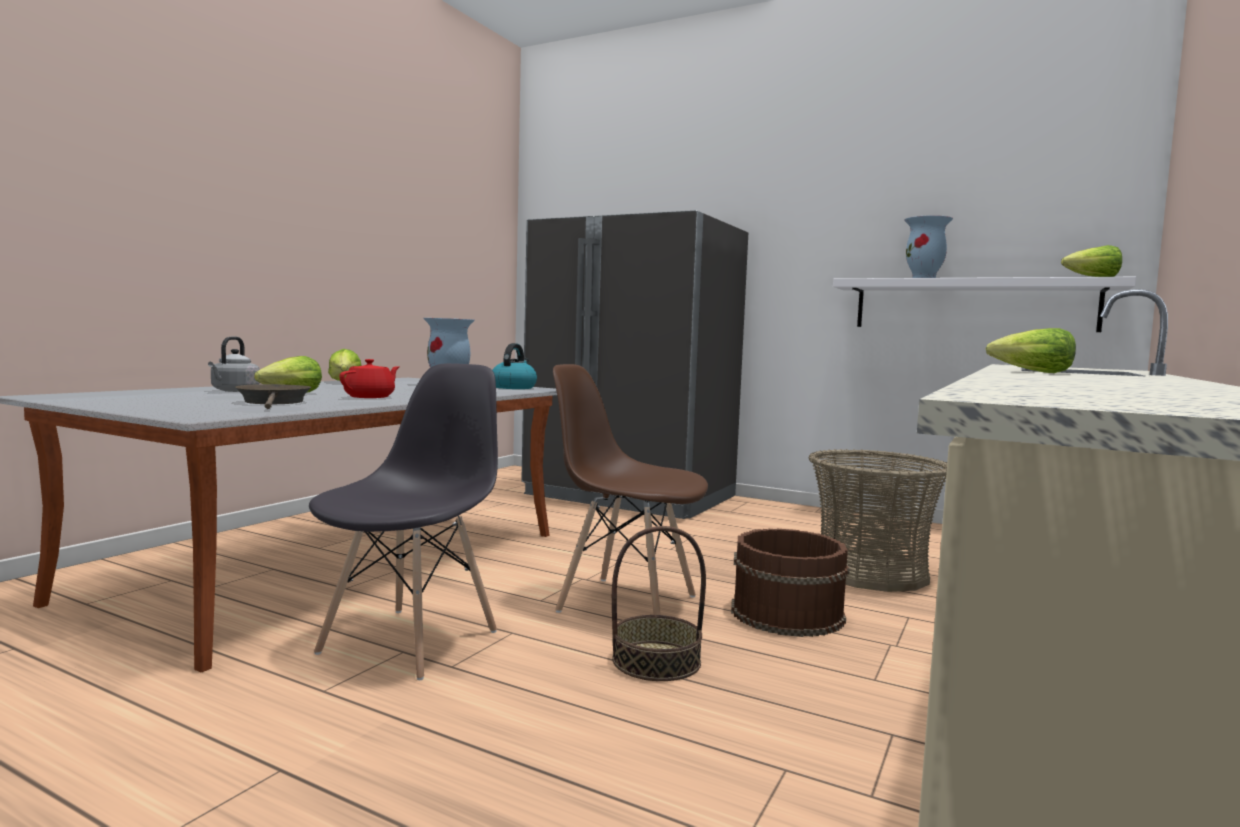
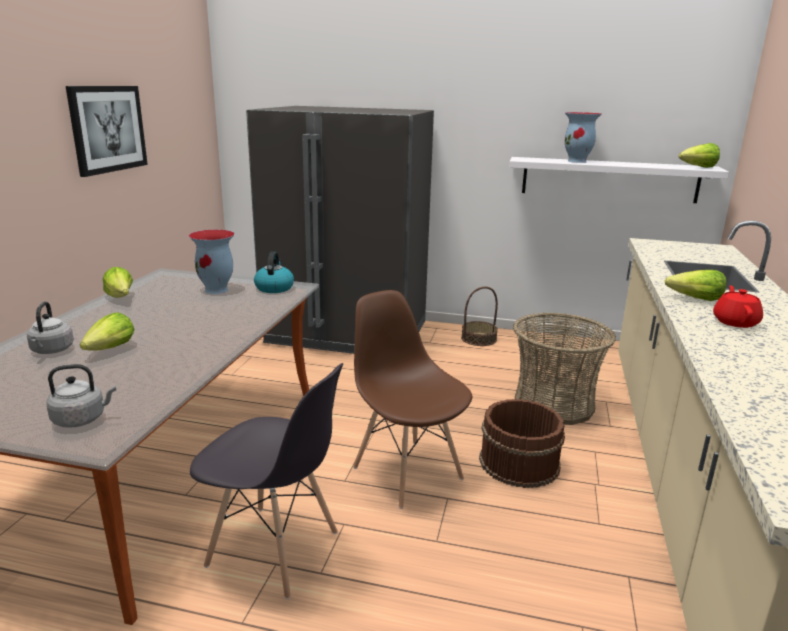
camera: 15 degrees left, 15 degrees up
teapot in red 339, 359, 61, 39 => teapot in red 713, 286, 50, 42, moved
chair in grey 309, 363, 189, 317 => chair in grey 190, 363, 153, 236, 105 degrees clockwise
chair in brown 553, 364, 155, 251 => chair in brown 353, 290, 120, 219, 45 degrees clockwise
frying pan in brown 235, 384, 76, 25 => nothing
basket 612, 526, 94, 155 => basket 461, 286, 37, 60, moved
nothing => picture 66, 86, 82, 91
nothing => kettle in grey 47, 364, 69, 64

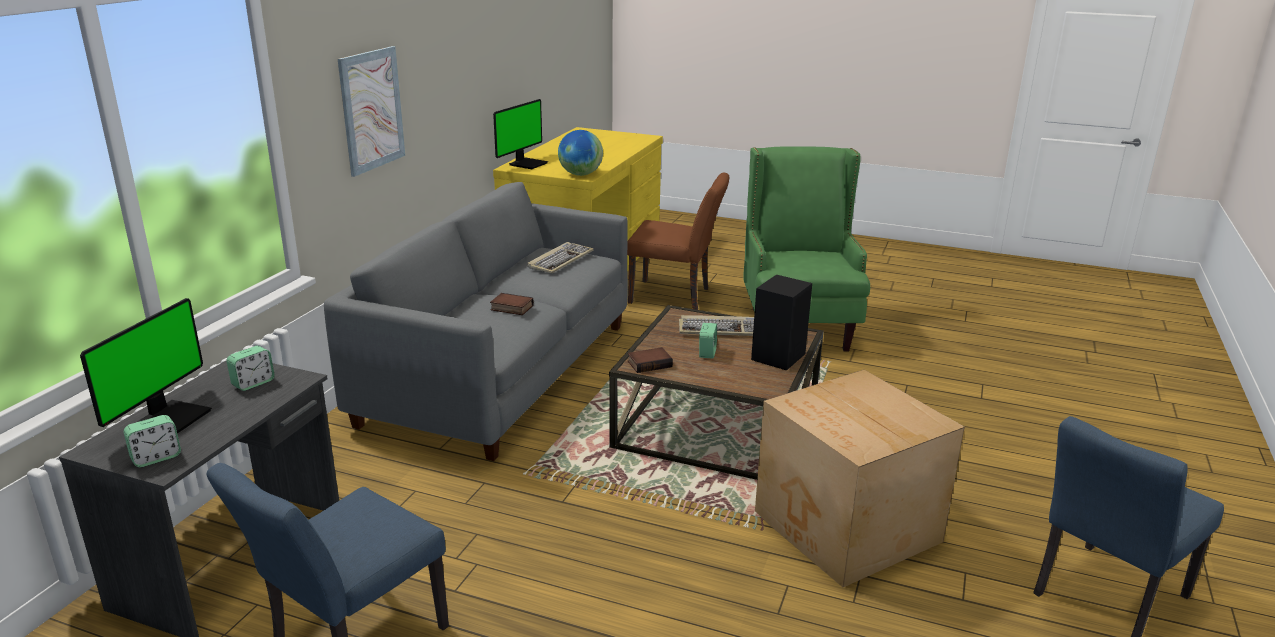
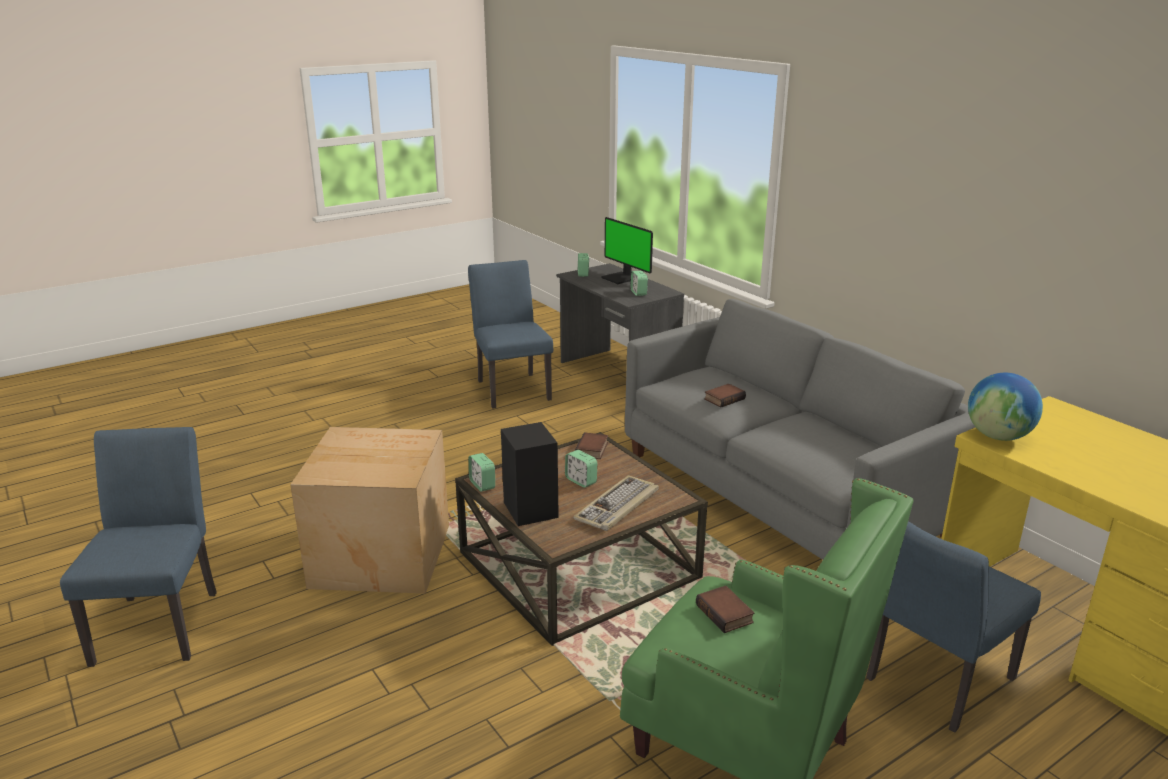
camera: 125 degrees right, 0 degrees up
picture 338, 46, 67, 131 => nothing
monitor 493, 99, 55, 70 => nothing
chair in brown 627, 172, 102, 138 => chair in blue 866, 521, 175, 211
keyboard 527, 242, 67, 32 => nothing
nothing => alarm clock 469, 453, 26, 39
nothing => book 696, 586, 59, 47

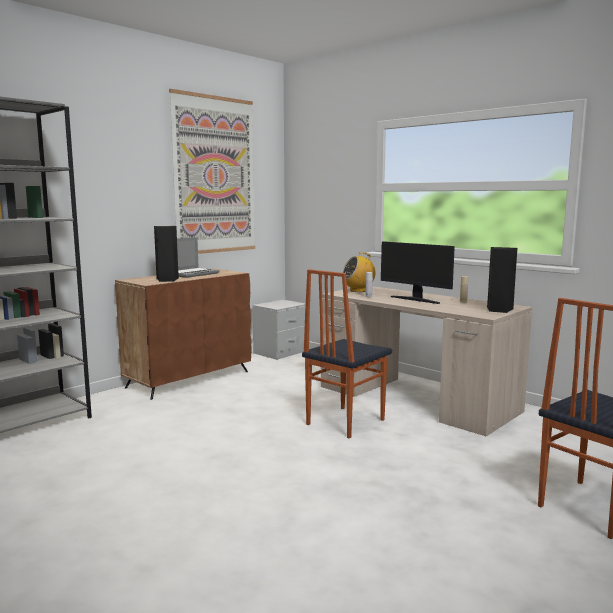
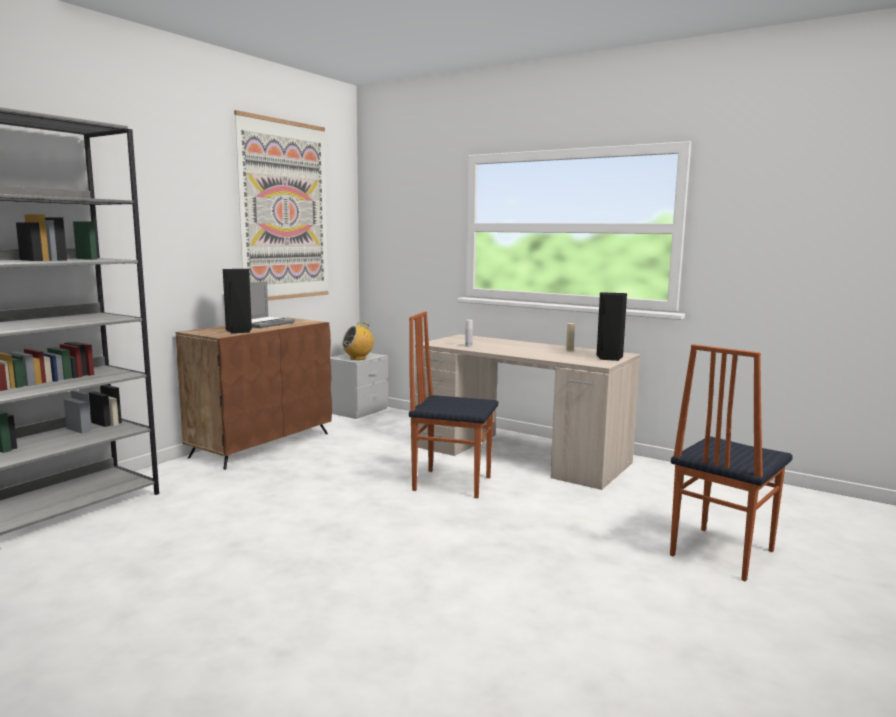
camera: 10 degrees left, 0 degrees up
monitor 381, 241, 74, 63 => nothing
radio 342, 252, 33, 40 => radio 342, 322, 32, 38, moved
chair 302, 269, 90, 170 => chair 409, 312, 89, 186, 75 degrees clockwise

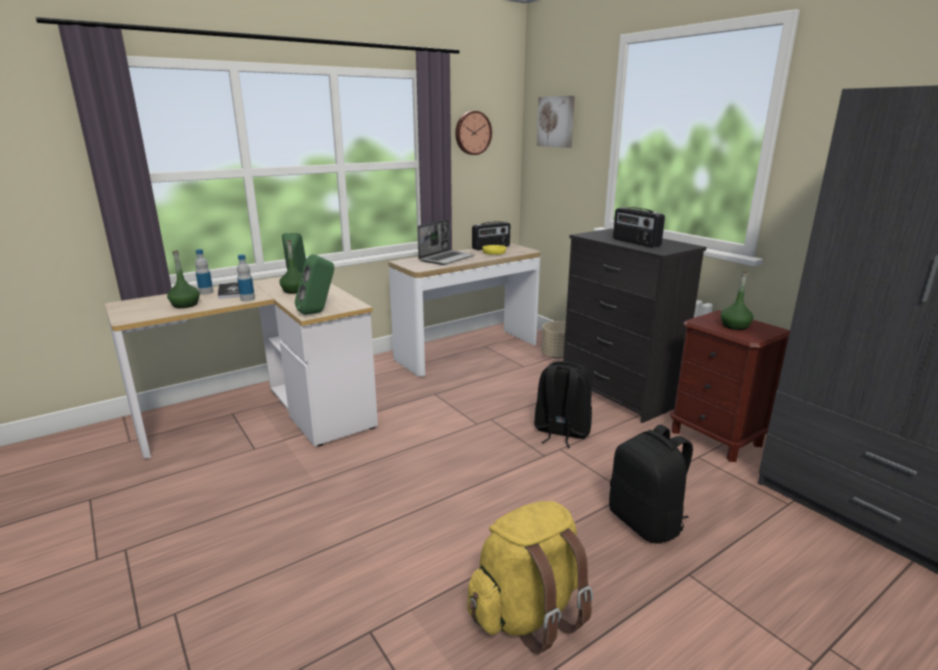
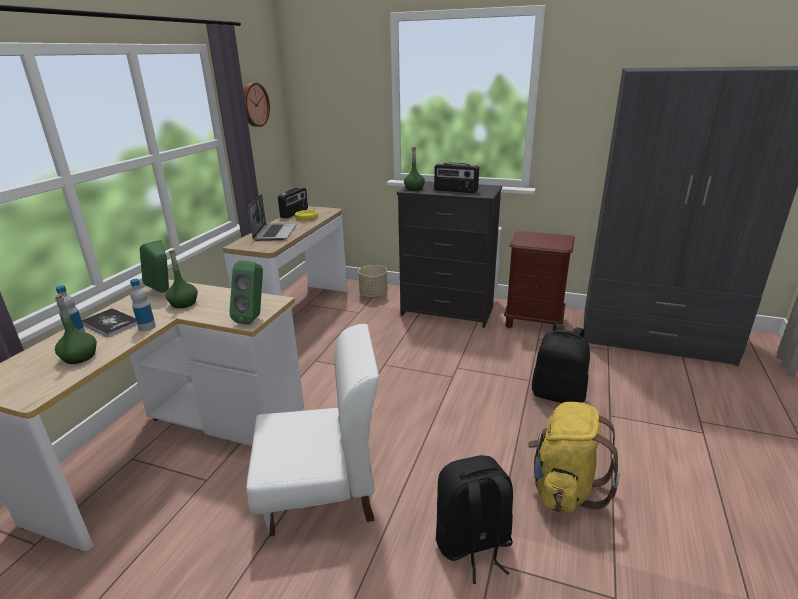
camera: 35 degrees left, 5 degrees up
picture 537, 96, 38, 52 => nothing
bottle in green 721, 271, 33, 59 => bottle in green 404, 147, 21, 44, moved
backpack in black 534, 361, 58, 87 => backpack in black 436, 455, 77, 129, moved
nothing => chair in white 246, 324, 133, 212

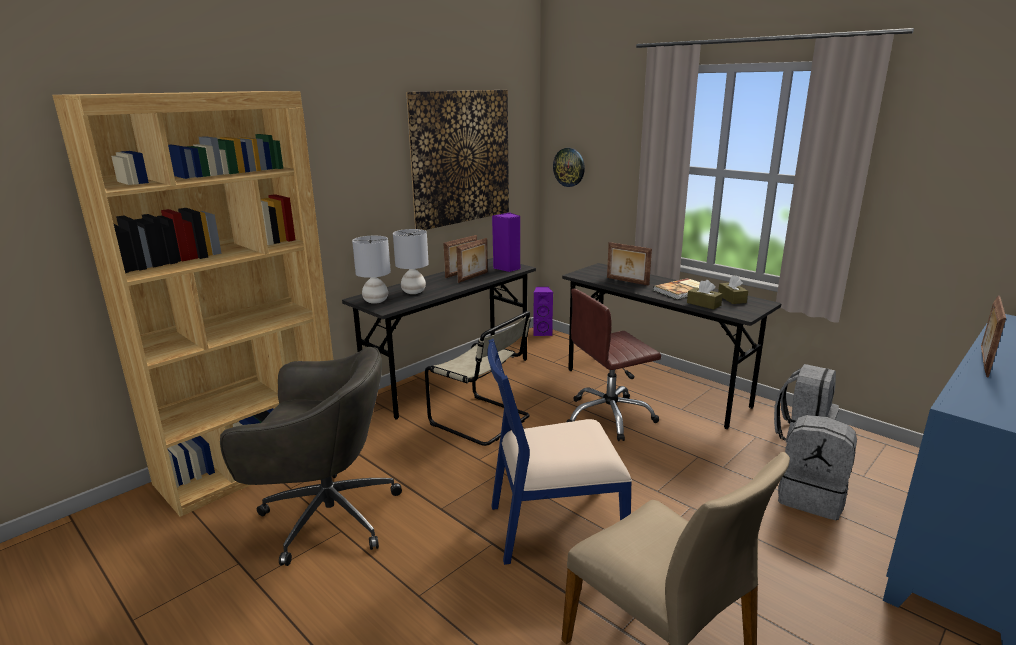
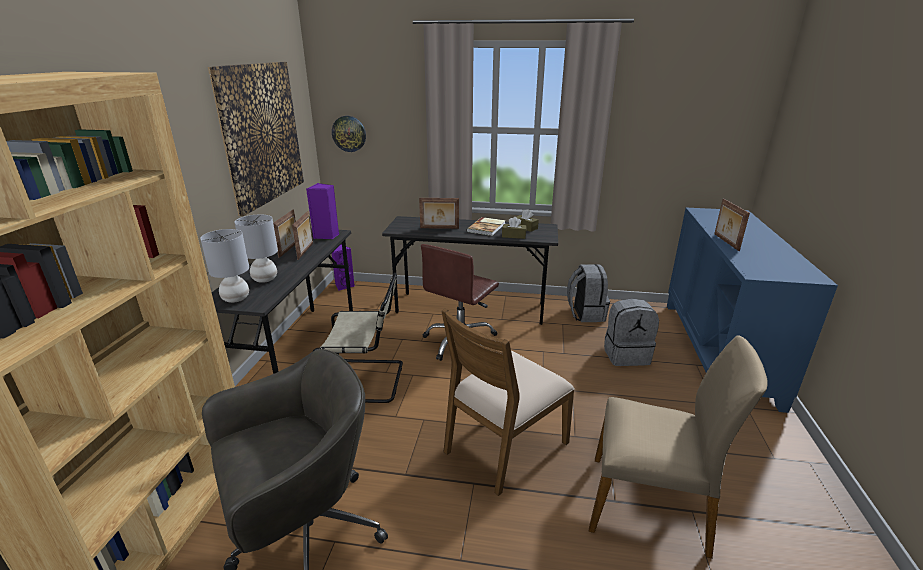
camera: 35 degrees left, 5 degrees up
chair in blue 487, 339, 145, 226 => chair in brown 441, 308, 134, 188

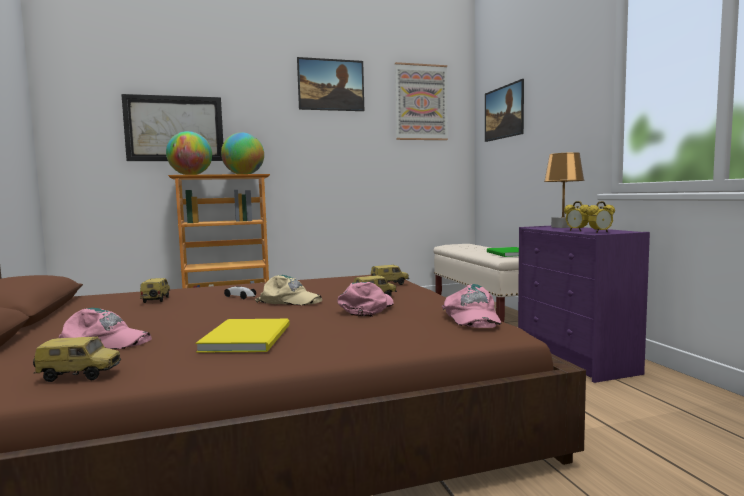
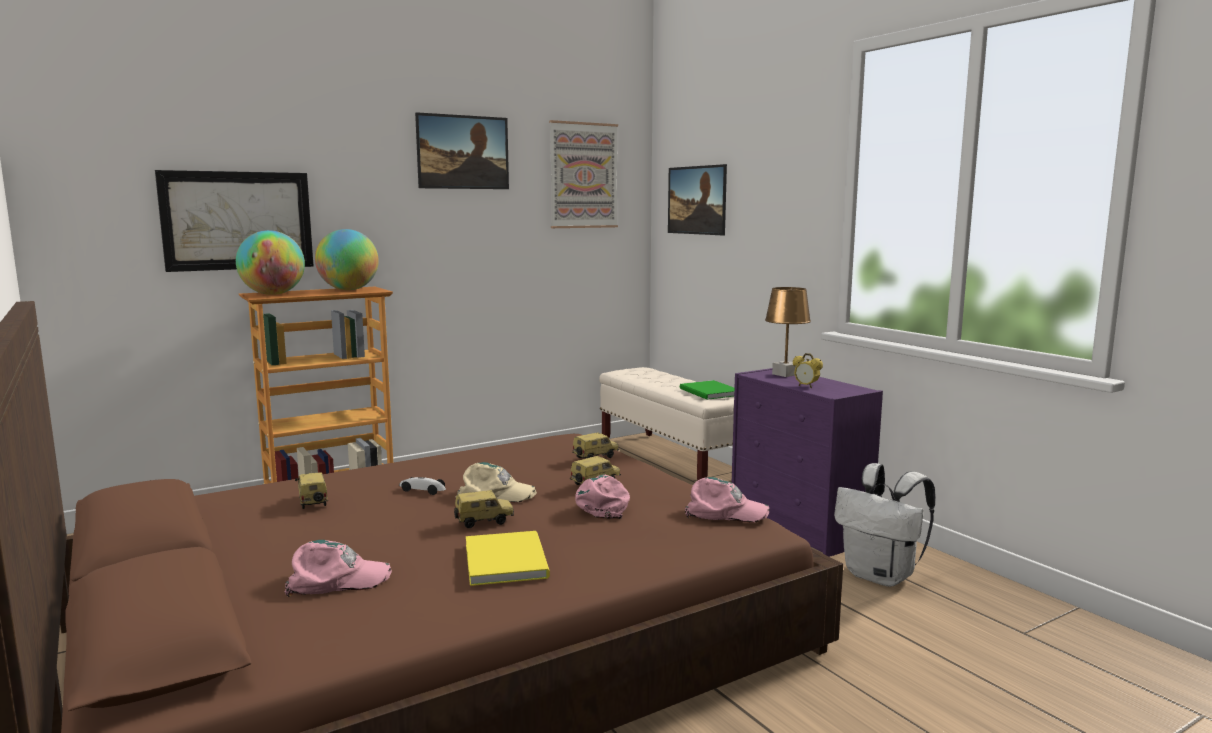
camera: 15 degrees left, 5 degrees up
alarm clock 587, 201, 28, 32 => nothing
cap in pink 442, 284, 59, 44 => cap in pink 685, 477, 85, 45, 60 degrees counterclockwise
toy car 33, 337, 88, 45 => toy car 454, 490, 60, 38, moved
nothing => backpack in white 834, 463, 101, 124

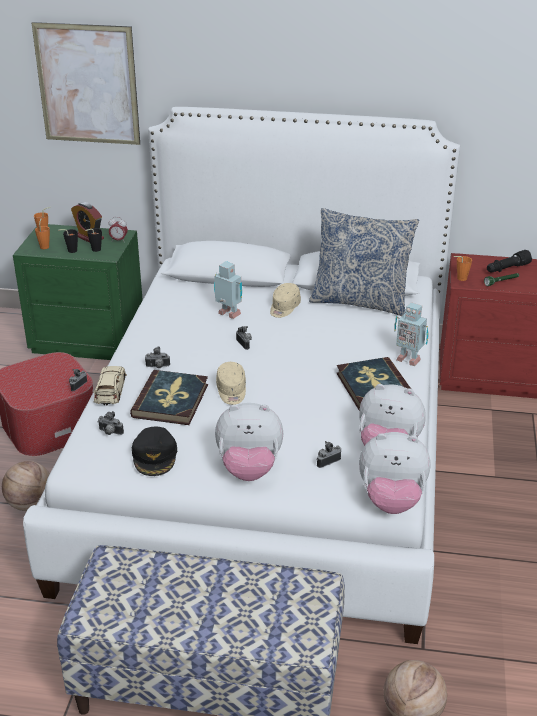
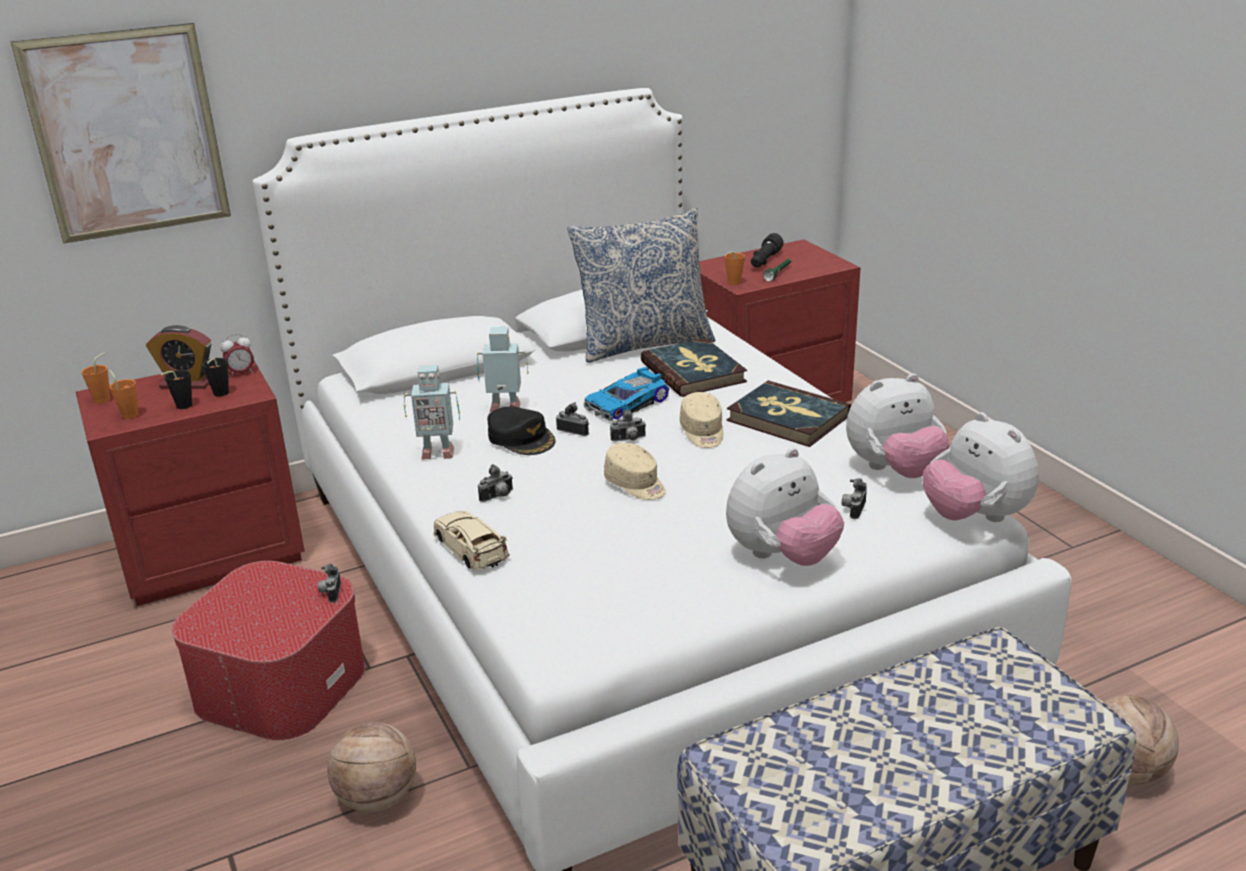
camera: 35 degrees left, 5 degrees down
nightstand in green 13, 224, 130, 136 => nightstand in red 75, 361, 230, 245
cap in beige 270, 283, 31, 35 => cap in beige 680, 392, 43, 56, moved
toy robot 394, 302, 35, 64 => toy robot 404, 365, 56, 94, moved
book 130, 370, 78, 55 => book 641, 338, 106, 59, moved
photo camera 98, 411, 26, 24 => photo camera 610, 409, 36, 33, moved
cap in black 132, 427, 45, 49 => cap in black 488, 406, 68, 49, moved
plush toy 359, 432, 72, 82 => plush toy 922, 412, 117, 110, 90 degrees clockwise
nothing => toy car 584, 367, 85, 54

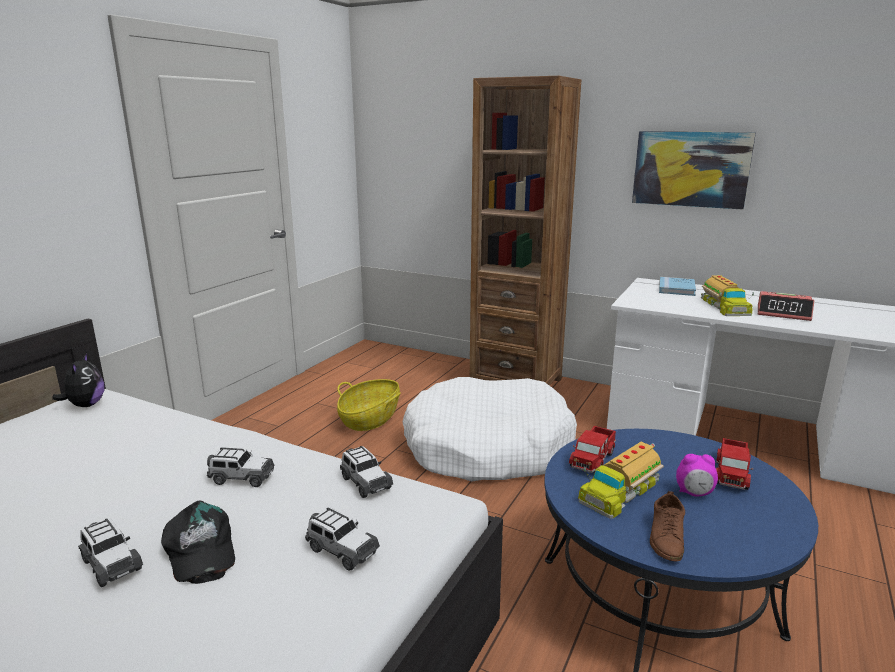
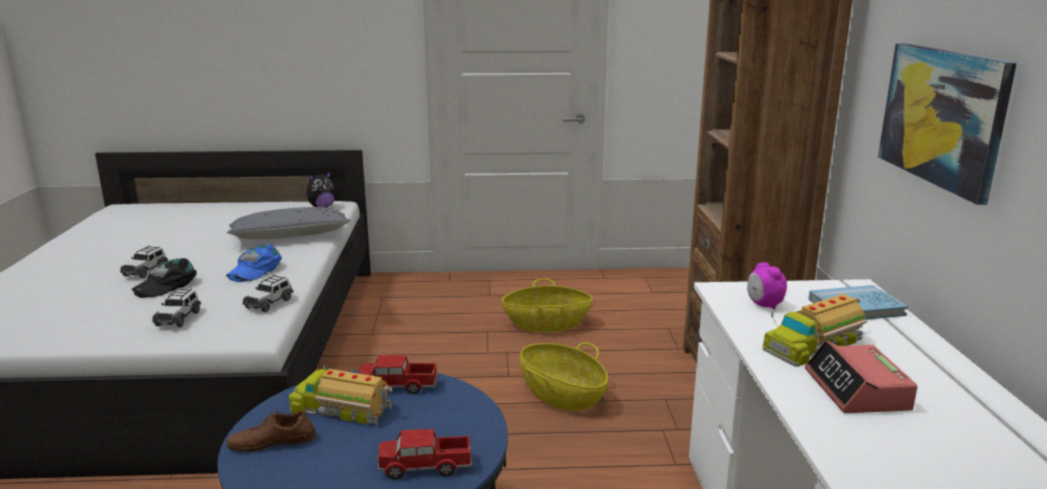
camera: 60 degrees right, 0 degrees up
dog bed in white 402, 377, 175, 105 => basket 520, 342, 88, 69
toy car 207, 447, 67, 40 => cap in blue 226, 244, 56, 38
alarm clock 676, 454, 42, 43 => alarm clock 747, 262, 40, 48, moved
nothing => pillow in grey 227, 207, 124, 33

